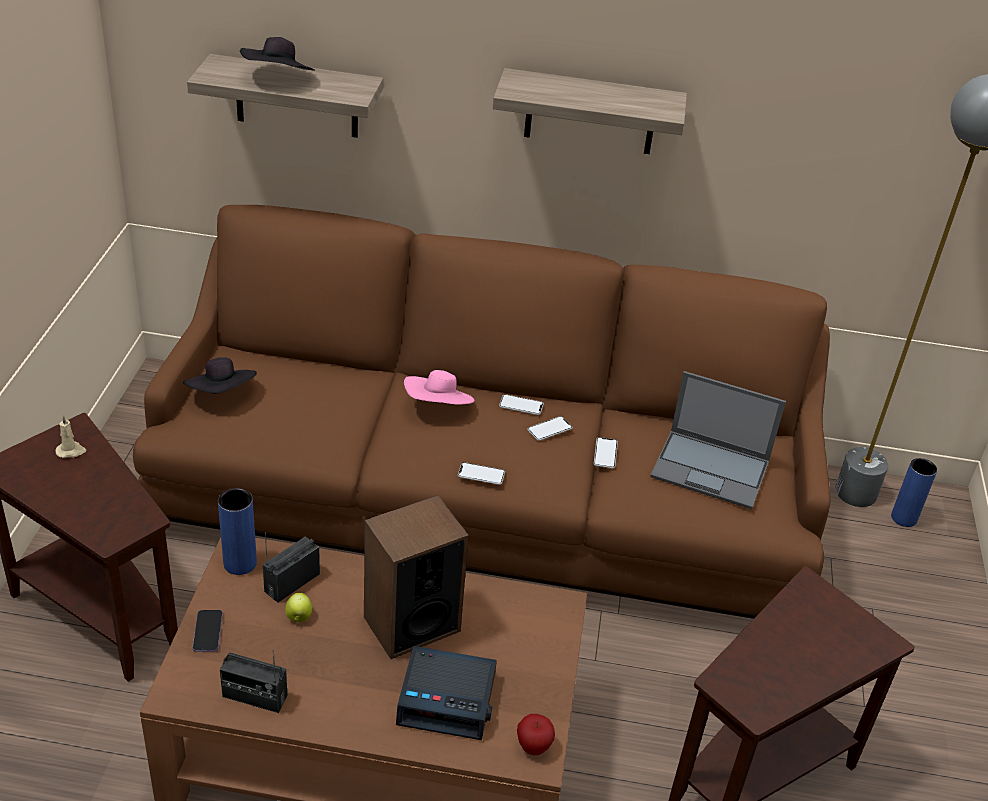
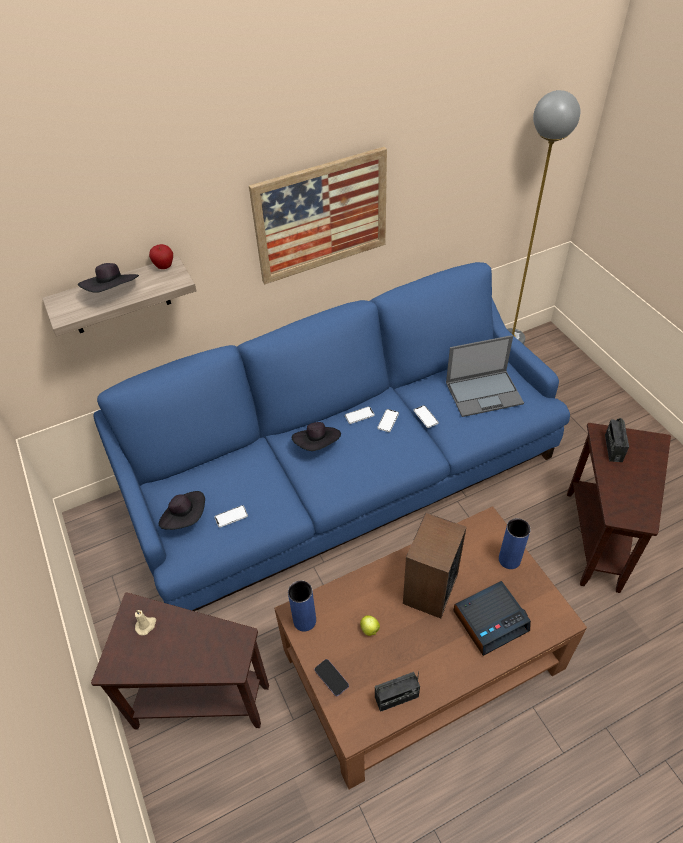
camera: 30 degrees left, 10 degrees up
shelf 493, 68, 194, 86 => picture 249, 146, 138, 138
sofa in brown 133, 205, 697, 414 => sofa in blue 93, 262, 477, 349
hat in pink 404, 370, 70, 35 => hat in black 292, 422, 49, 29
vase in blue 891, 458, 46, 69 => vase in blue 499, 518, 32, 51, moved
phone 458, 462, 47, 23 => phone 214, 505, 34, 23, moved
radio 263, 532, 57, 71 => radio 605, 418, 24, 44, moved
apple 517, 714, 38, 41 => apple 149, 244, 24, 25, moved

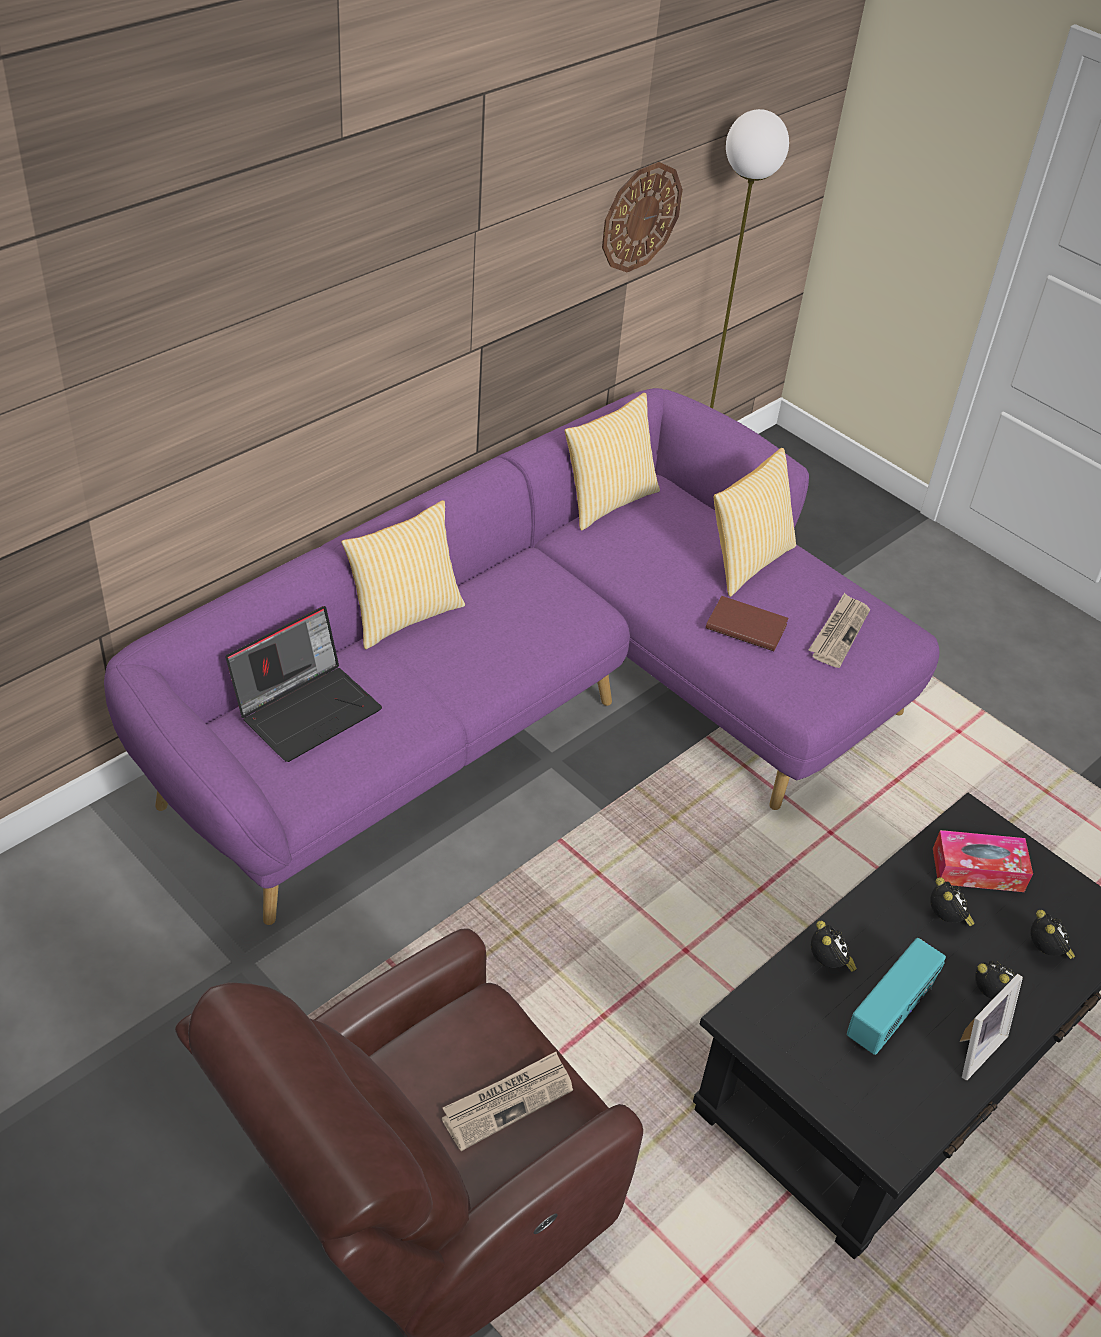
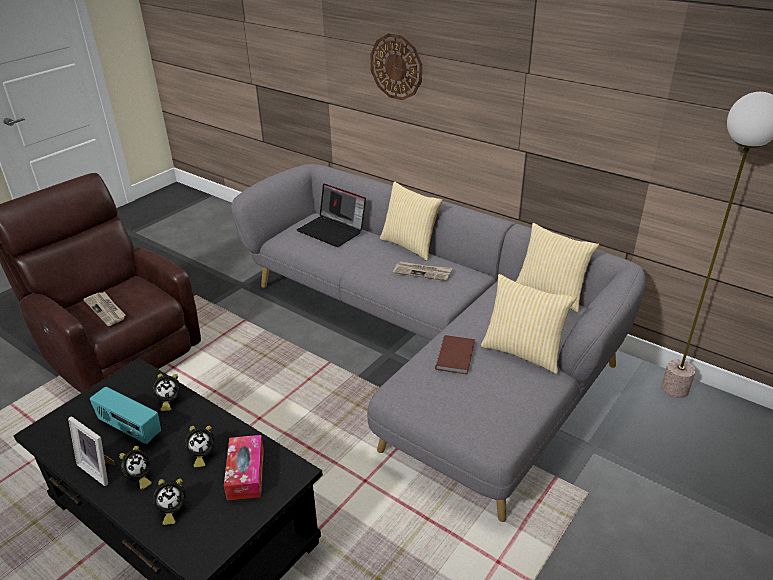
camera: 85 degrees right, 10 degrees down
wall clock 602, 162, 81, 110 => wall clock 370, 33, 52, 67, moved
sofa in purple 104, 388, 835, 537 => sofa in grey 231, 164, 414, 358
newspaper 809, 593, 61, 75 => newspaper 393, 261, 59, 20, moved

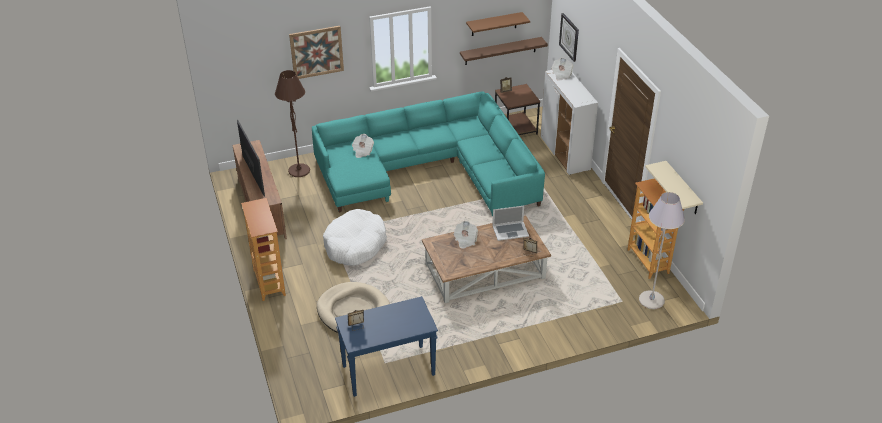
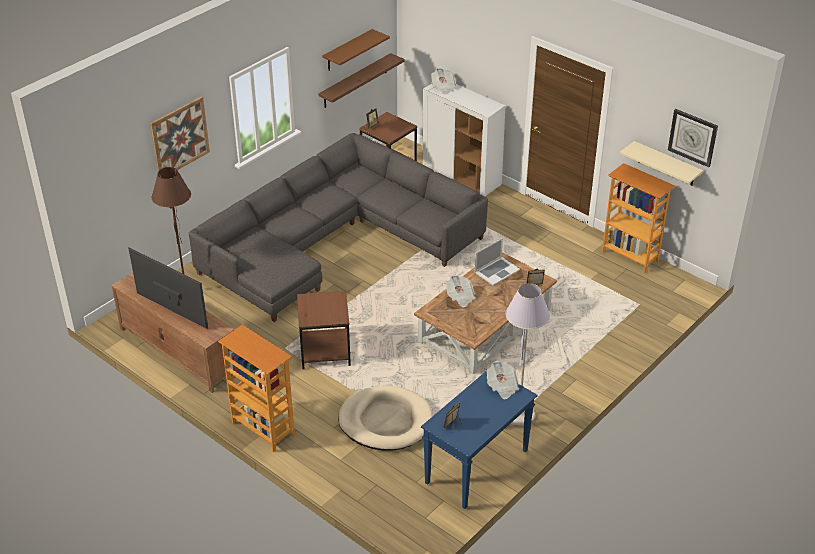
camera: 30 degrees left, 0 degrees up
wall clock 559, 13, 20, 49 => wall clock 668, 109, 50, 58, moved
sofa in turquoise 312, 91, 233, 126 => sofa in grey 189, 133, 299, 189
newspaper 352, 134, 22, 24 => newspaper 486, 361, 33, 39, moved
floor lamp in grey 639, 192, 46, 117 => floor lamp in grey 505, 283, 45, 143, moved
dog bed in white 323, 209, 64, 57 => side table in brown 297, 291, 54, 79

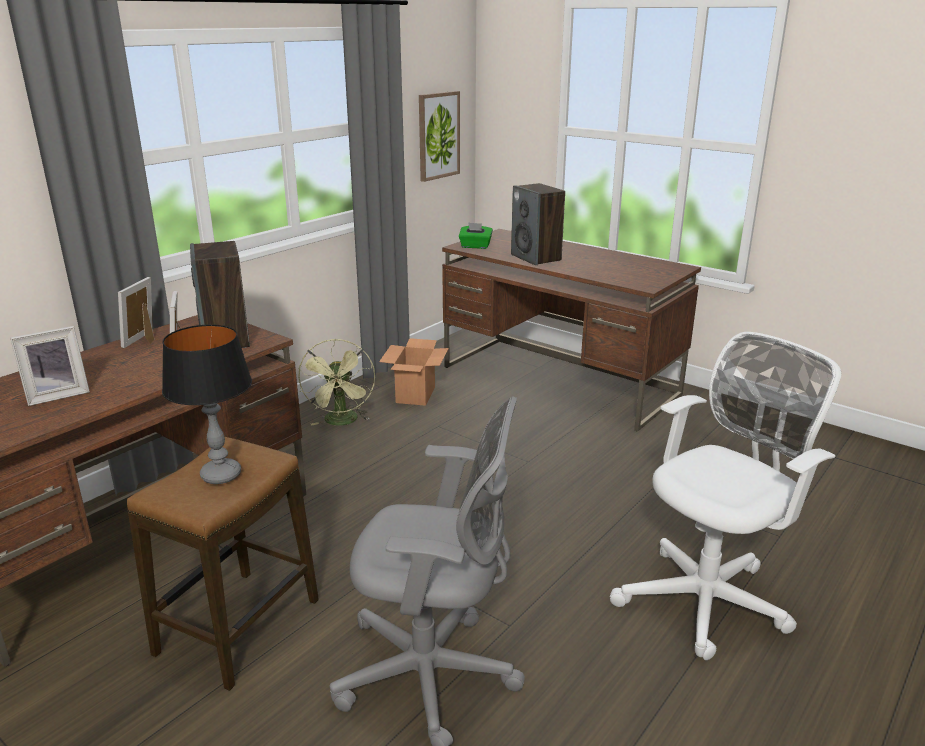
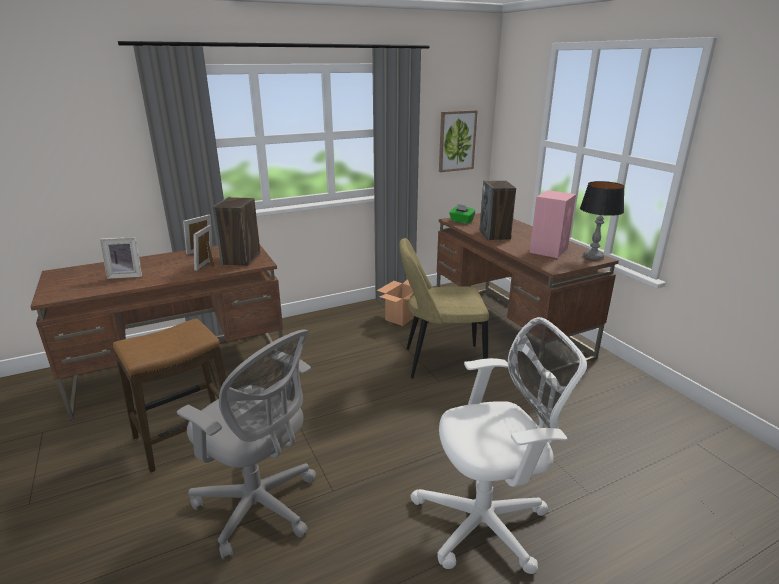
camera: 25 degrees right, 0 degrees up
table lamp 162, 324, 90, 160 => table lamp 580, 181, 45, 79, moved
fan in green 298, 339, 77, 86 => nothing
nothing => speaker in pink 530, 190, 46, 68
nothing => chair in beige 399, 238, 90, 141

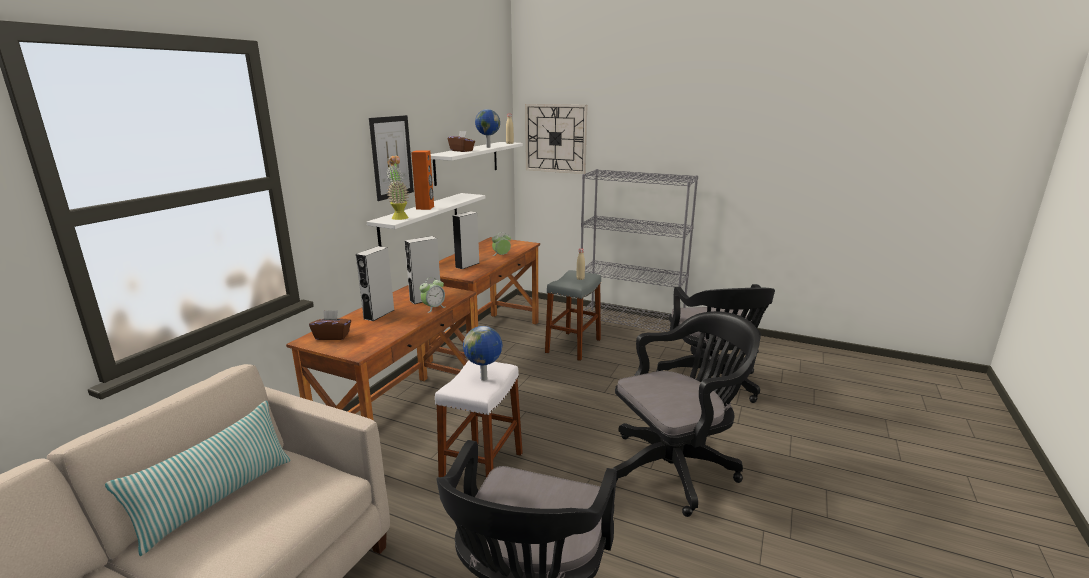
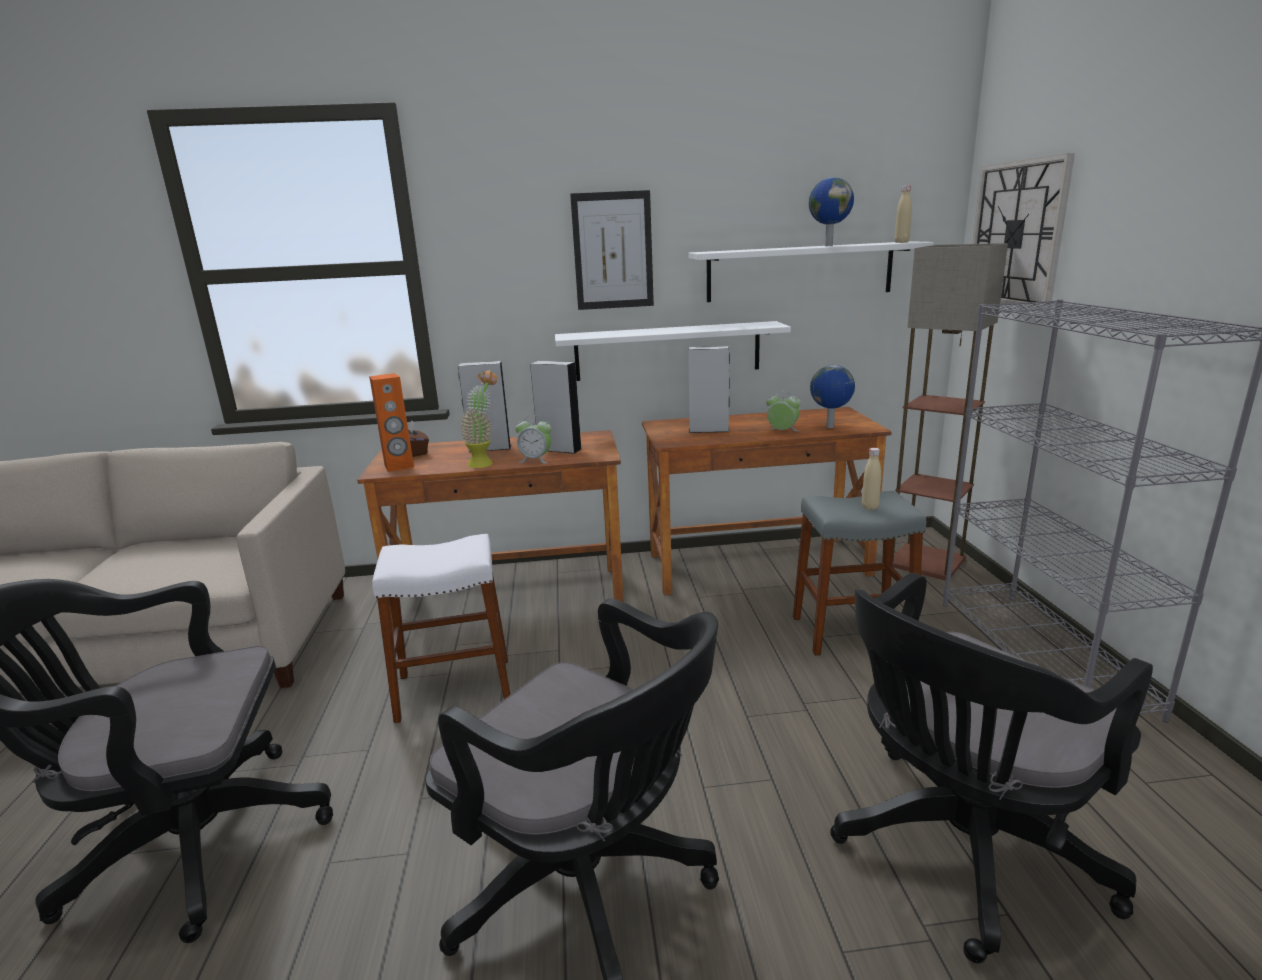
camera: 60 degrees right, 0 degrees up
tissue box in brown 448, 131, 27, 21 => nothing
speaker in orange 411, 150, 23, 60 => speaker in orange 369, 373, 45, 99, moved
potted plant 387, 155, 22, 65 => potted plant 460, 370, 37, 98, moved
globe 463, 326, 39, 55 => globe 810, 365, 45, 63, moved
pillow 105, 401, 186, 155 => nothing
nothing => floor lamp 892, 243, 116, 338

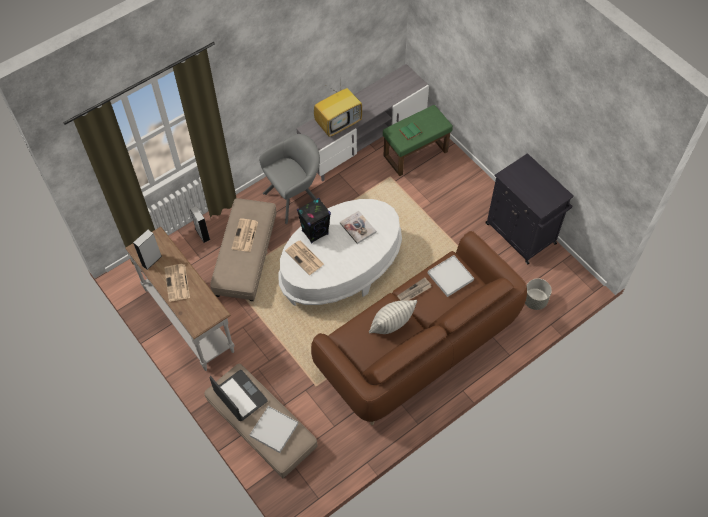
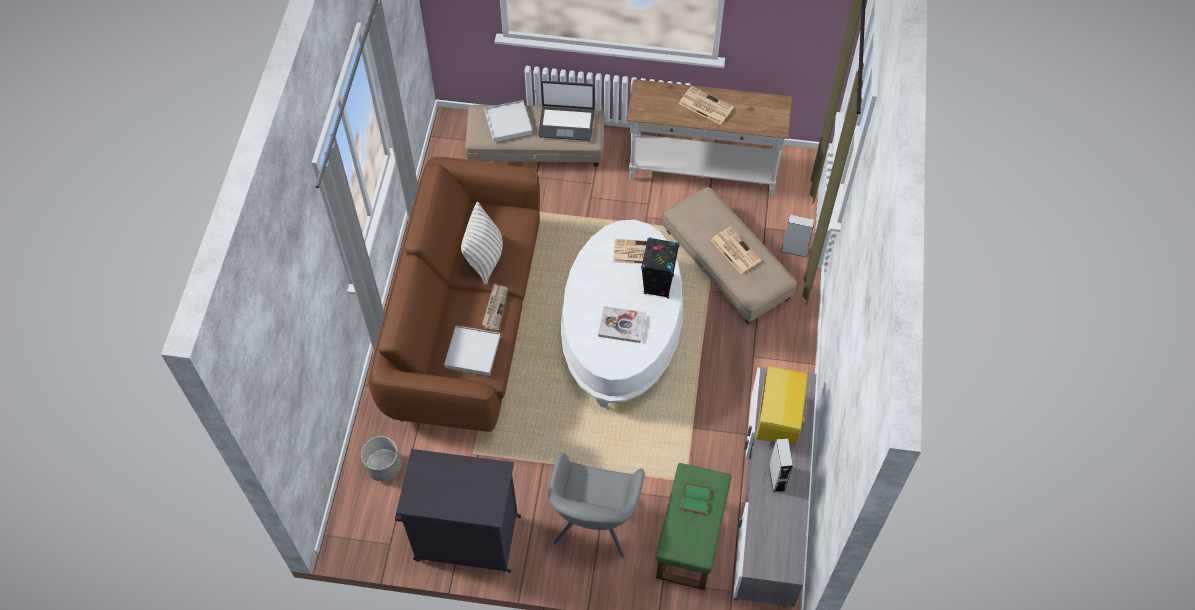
camera: 135 degrees right, 0 degrees up
armchair in grey 259, 134, 61, 90 => armchair in grey 548, 453, 97, 105, moved
speaker in grey 133, 230, 29, 40 => speaker in grey 769, 438, 24, 54, moved

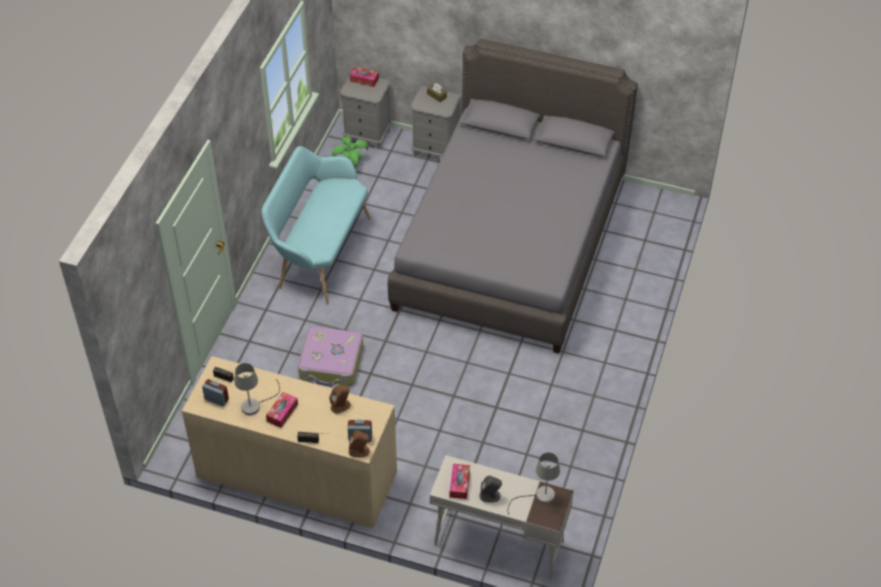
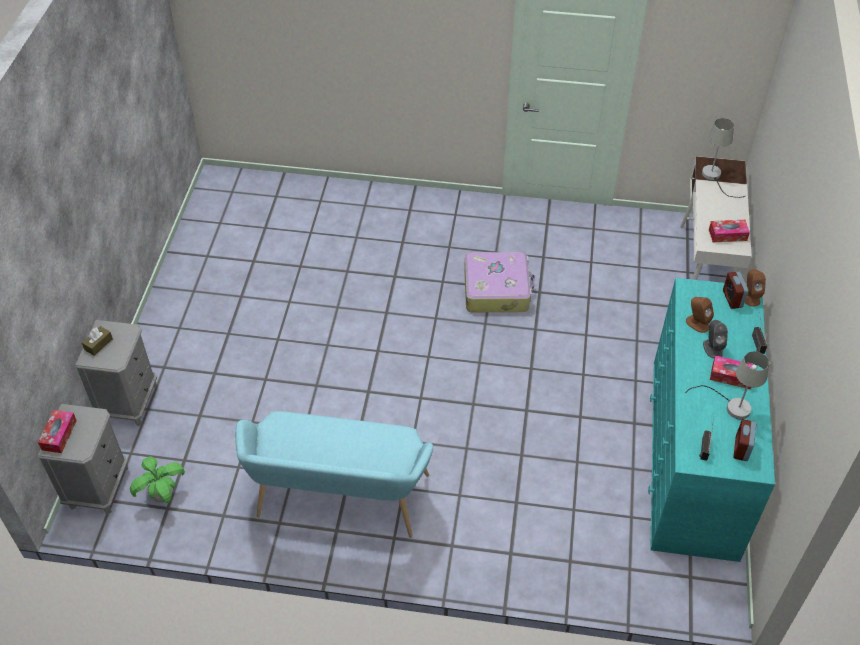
camera: 100 degrees left, 0 degrees up
bed in grey 388, 39, 250, 315 => nothing
suitcase 298, 326, 65, 61 => suitcase 464, 252, 71, 60, moved
dresser in beige 182, 356, 215, 172 => dresser in turquoise 648, 278, 127, 284
speaker in grey 479, 475, 23, 27 => speaker in grey 703, 320, 25, 38, moved

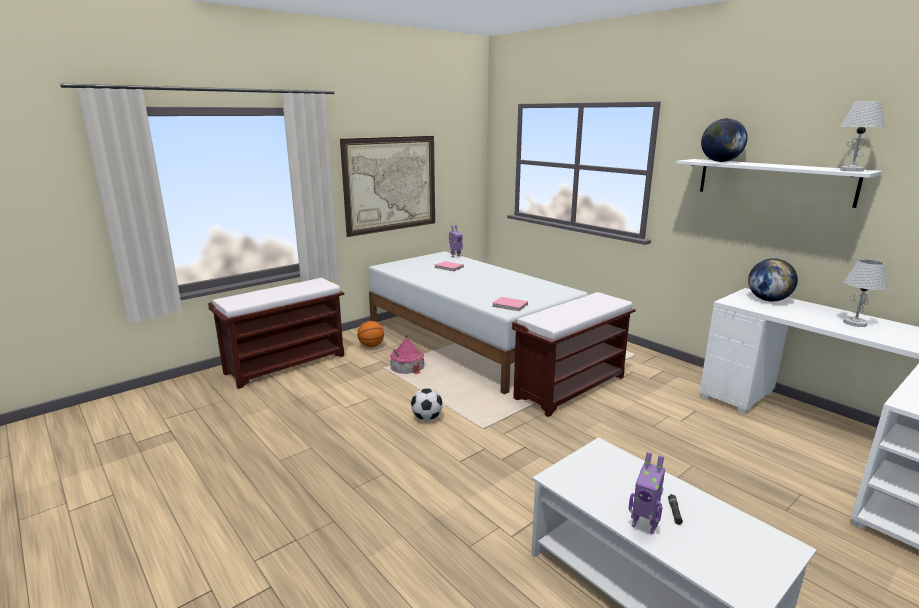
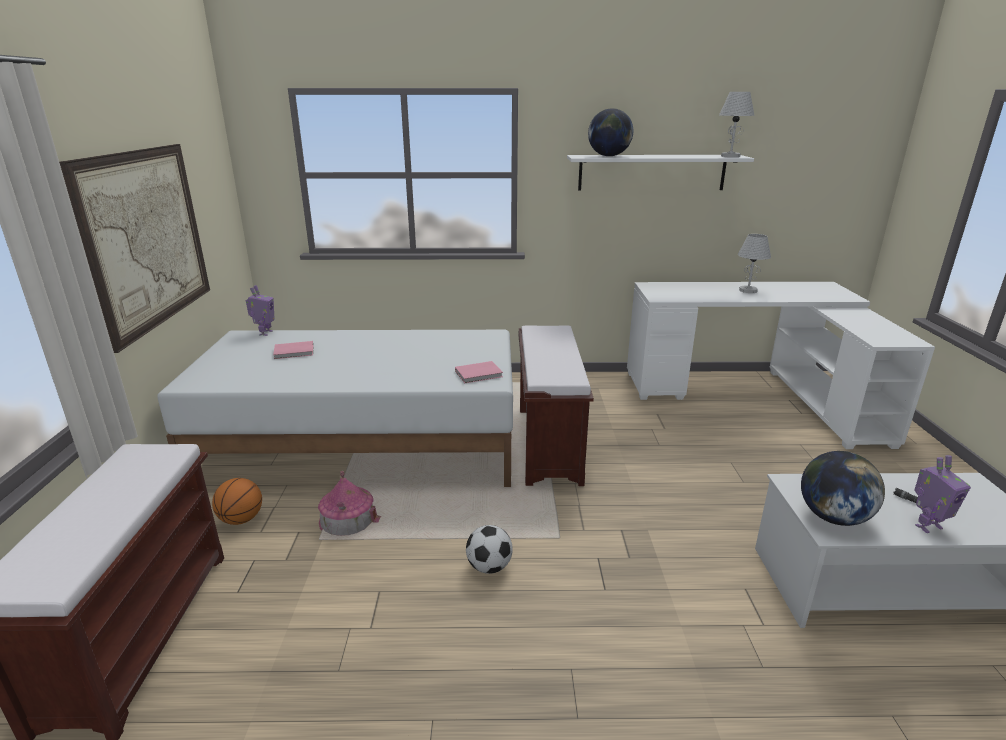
camera: 50 degrees left, 5 degrees up
globe 748, 258, 50, 43 => globe 801, 451, 84, 75, moved

